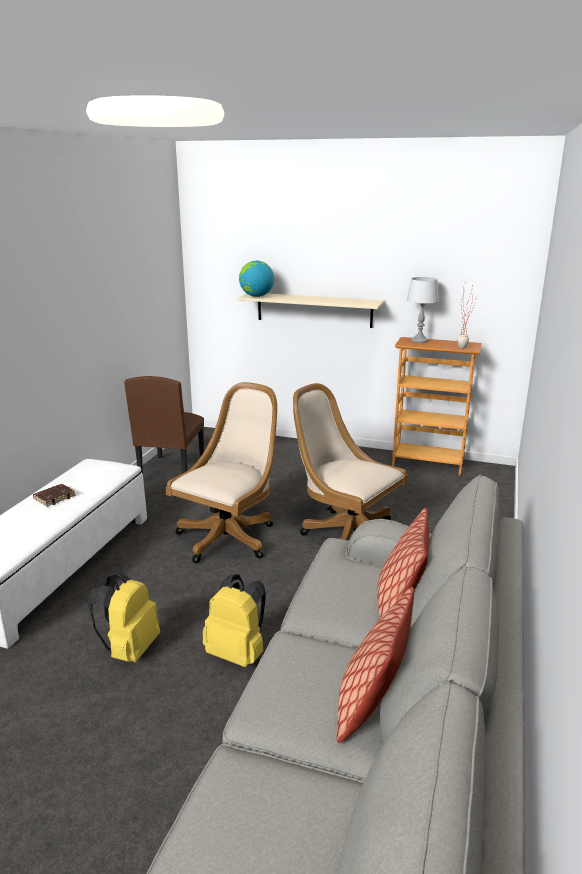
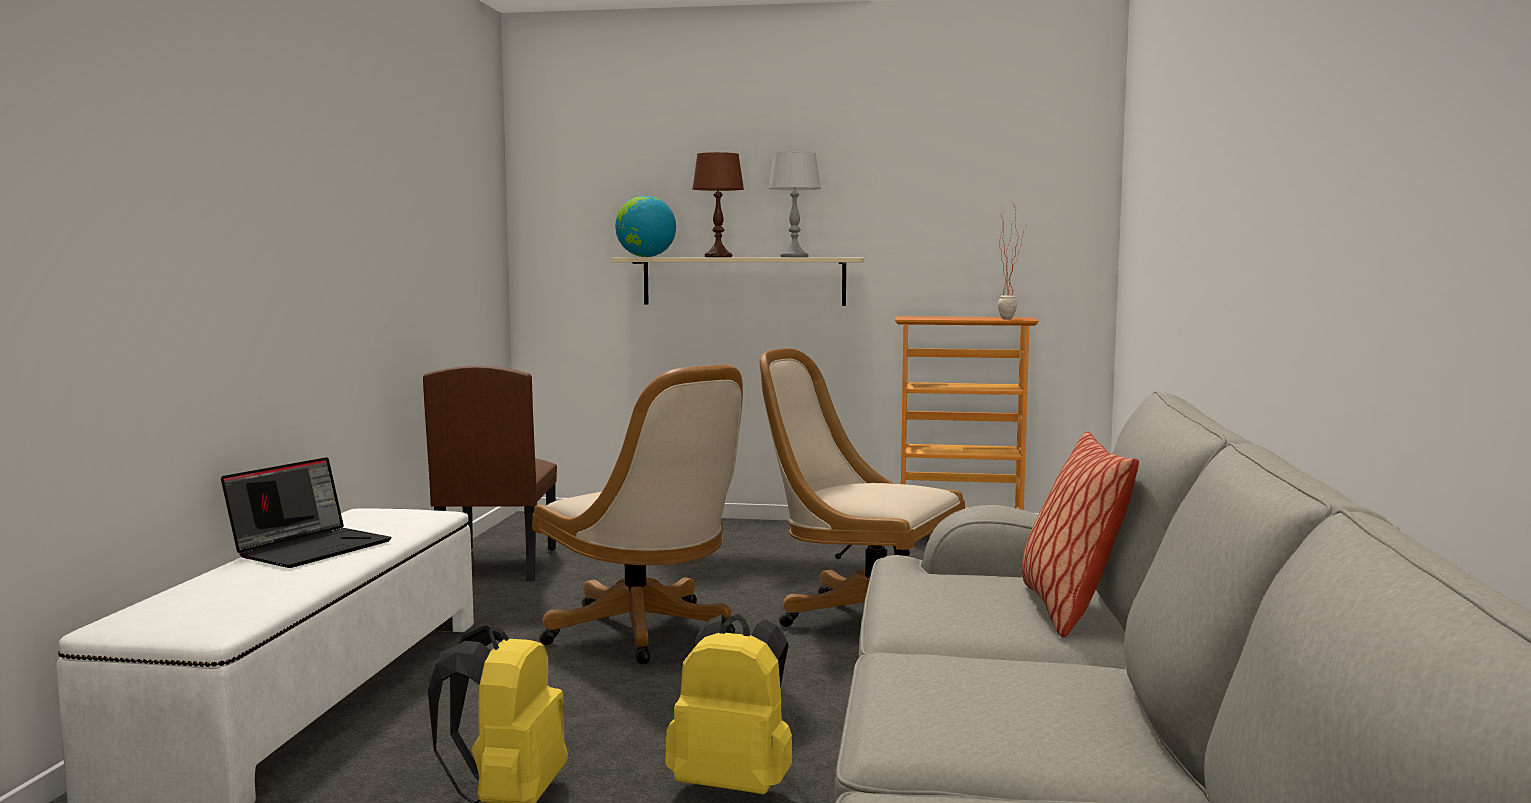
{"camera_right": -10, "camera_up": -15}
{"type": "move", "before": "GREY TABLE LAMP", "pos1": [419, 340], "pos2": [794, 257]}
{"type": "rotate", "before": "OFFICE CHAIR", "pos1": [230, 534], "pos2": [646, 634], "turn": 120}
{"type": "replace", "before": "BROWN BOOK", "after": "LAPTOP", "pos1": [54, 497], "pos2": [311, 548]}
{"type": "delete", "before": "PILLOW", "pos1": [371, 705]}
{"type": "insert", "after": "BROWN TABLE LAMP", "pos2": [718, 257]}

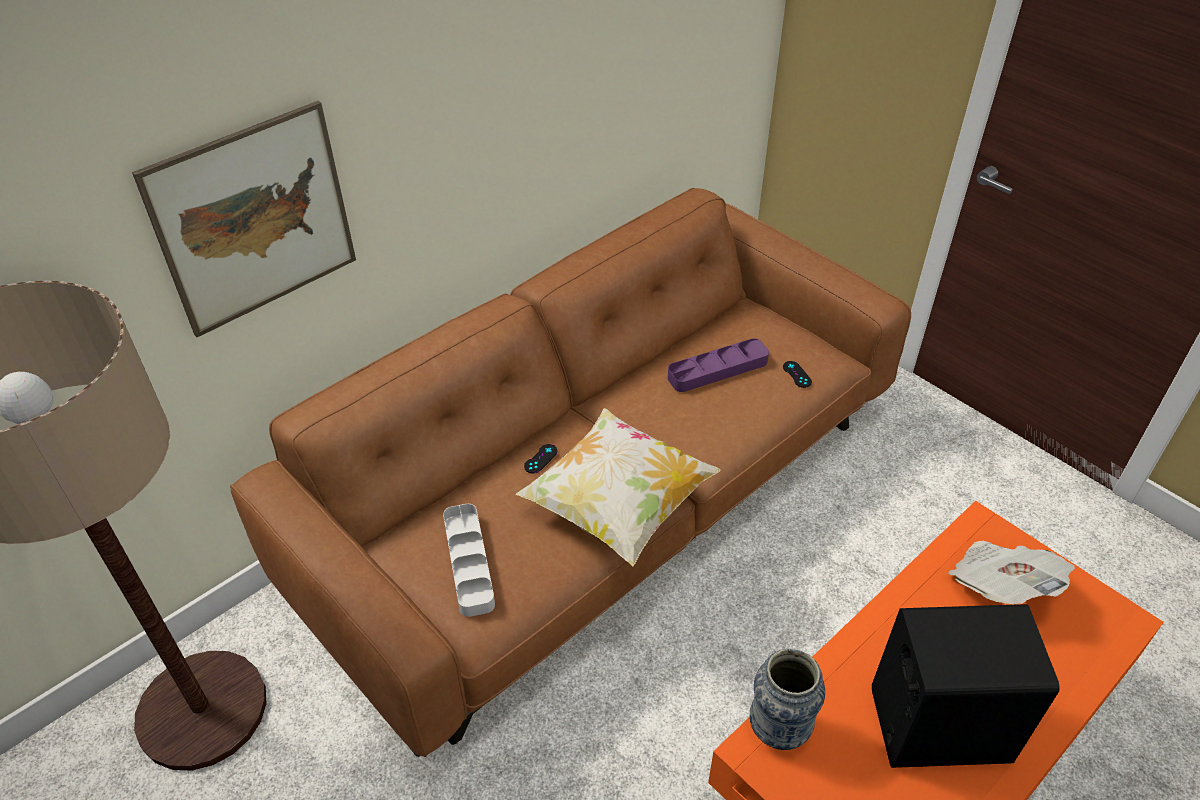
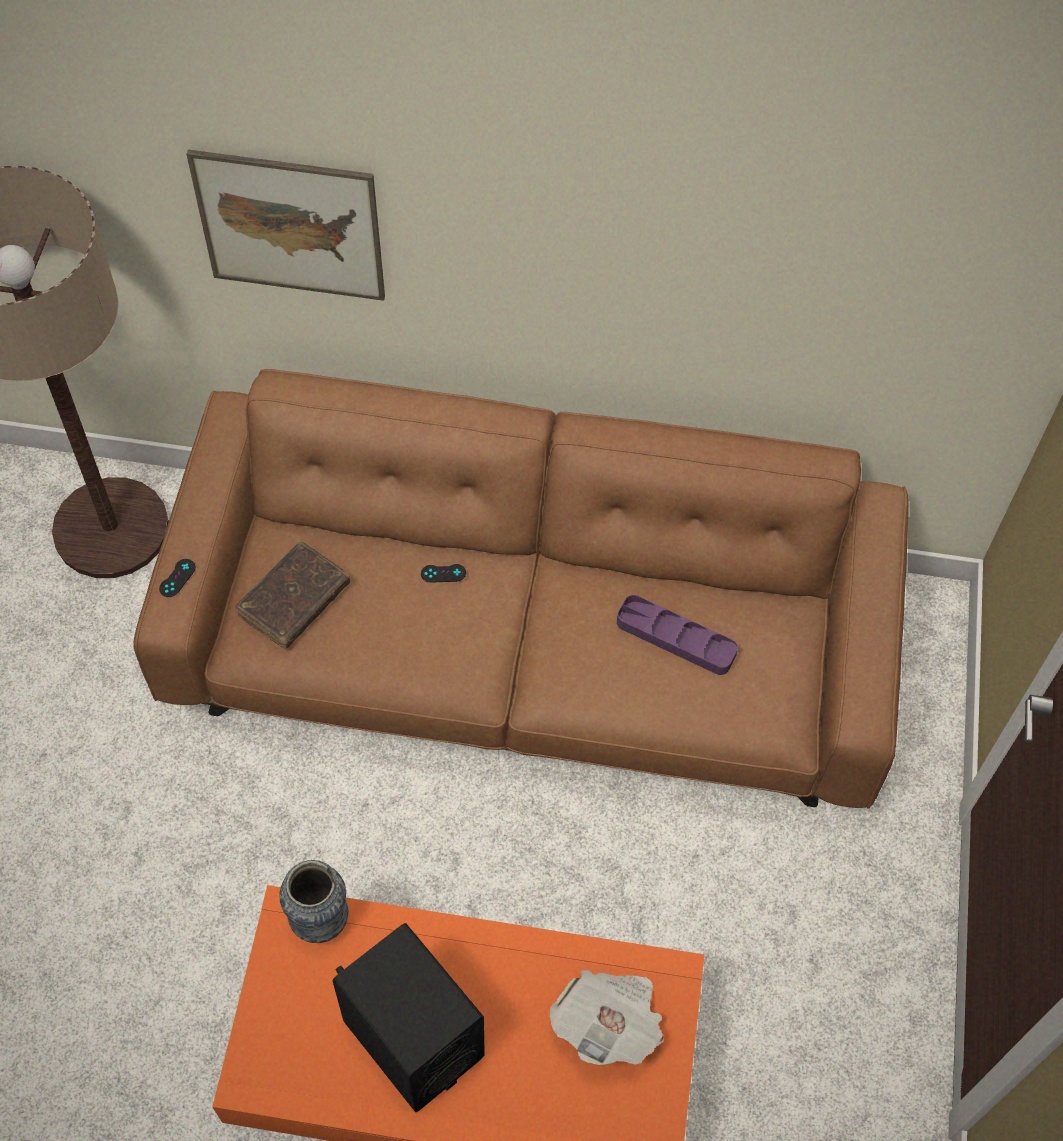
{"camera_right": 50, "camera_up": 15}
{"type": "move", "before": "BLACK GAME CONTROLLER", "pos1": [797, 374], "pos2": [177, 578]}
{"type": "delete", "before": "PILLOW", "pos1": [618, 505]}
{"type": "replace", "before": "GREY TRAY", "after": "BROWN BOOK", "pos1": [469, 563], "pos2": [294, 601]}

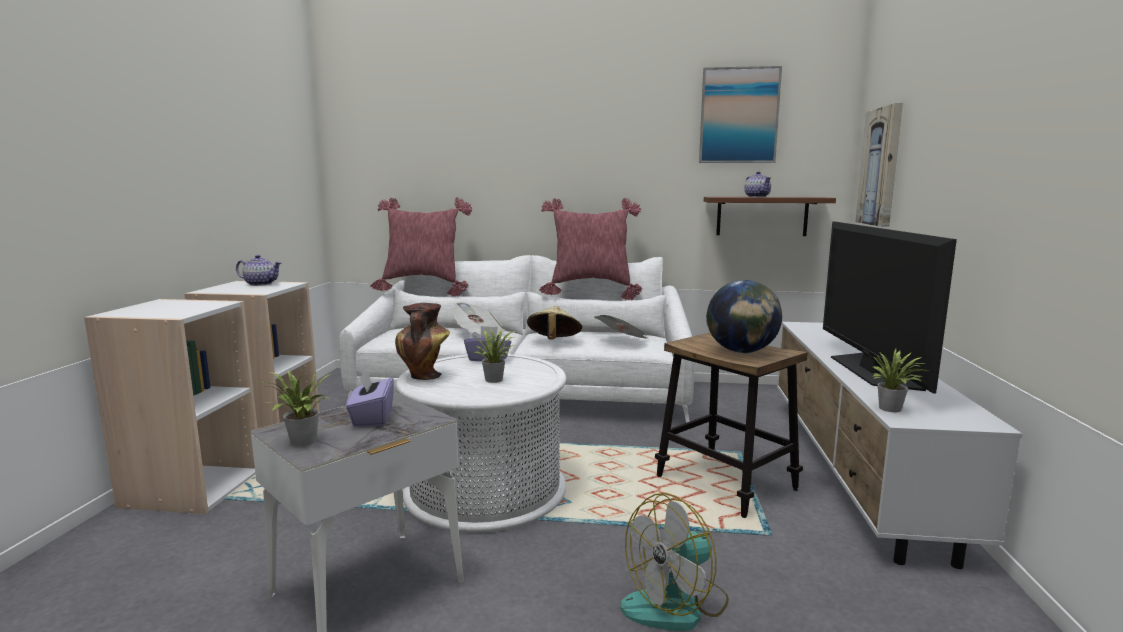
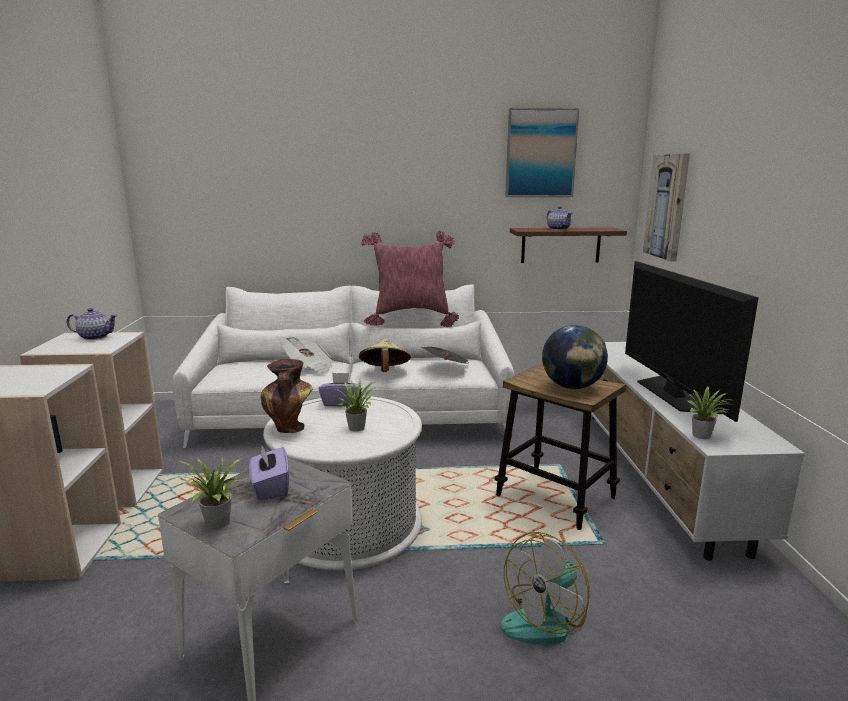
{"camera_right": -10, "camera_up": 5}
{"type": "delete", "before": "RED PILLOW", "pos1": [424, 293]}

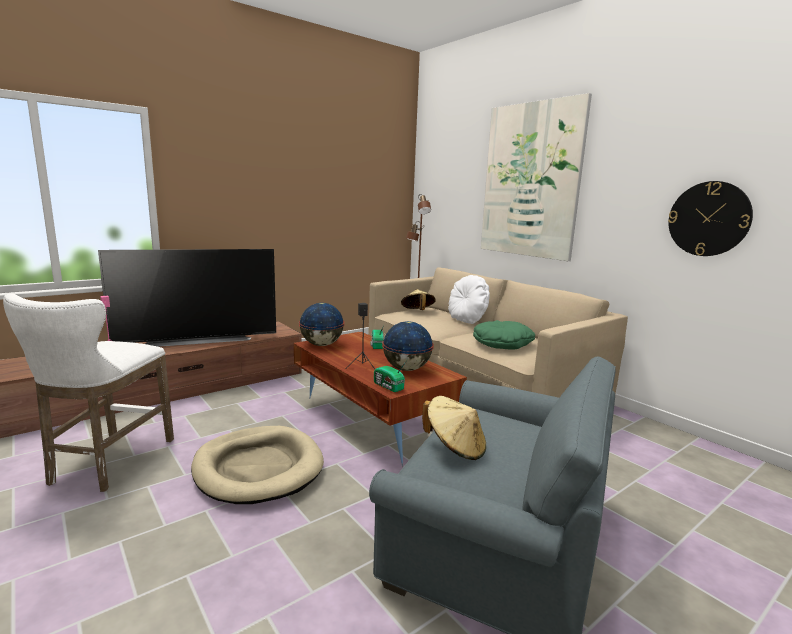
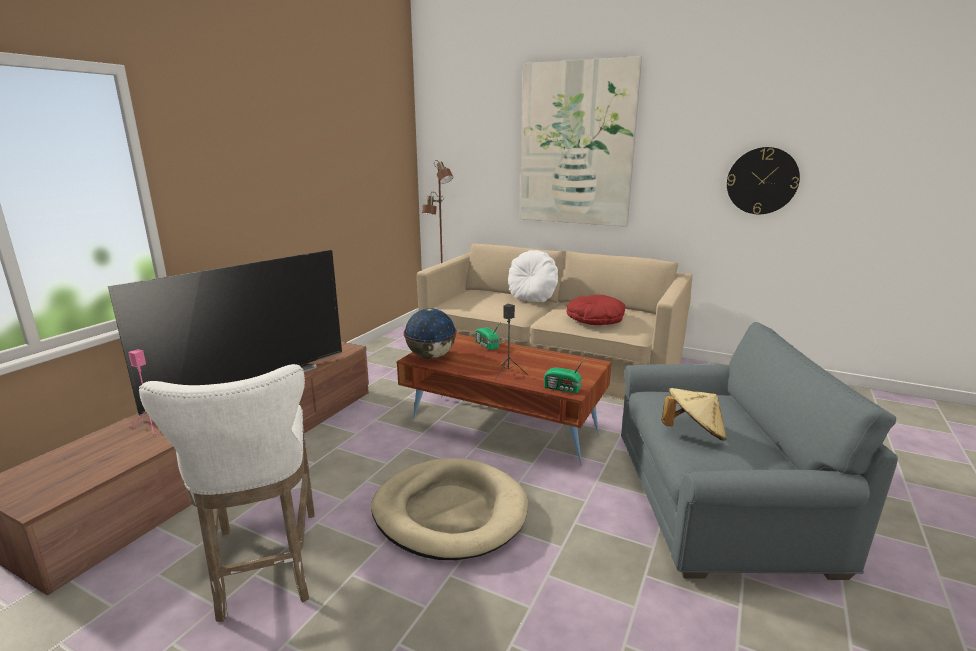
{"camera_right": -25, "camera_up": 5}
{"type": "delete", "before": "BEIGE HAT", "pos1": [417, 311]}
{"type": "recolor", "before": "GREEN PILLOW", "after": "RED PILLOW", "pos1": [501, 343], "pos2": [594, 319]}
{"type": "delete", "before": "GLOBE", "pos1": [406, 369]}

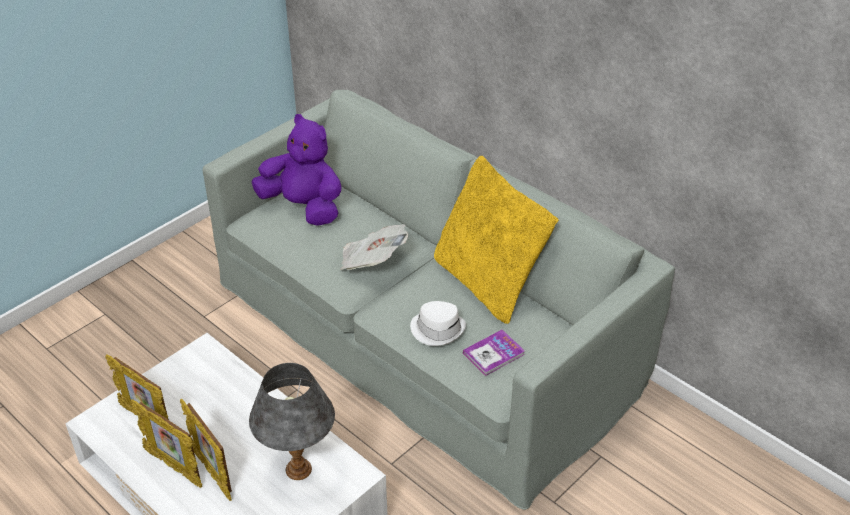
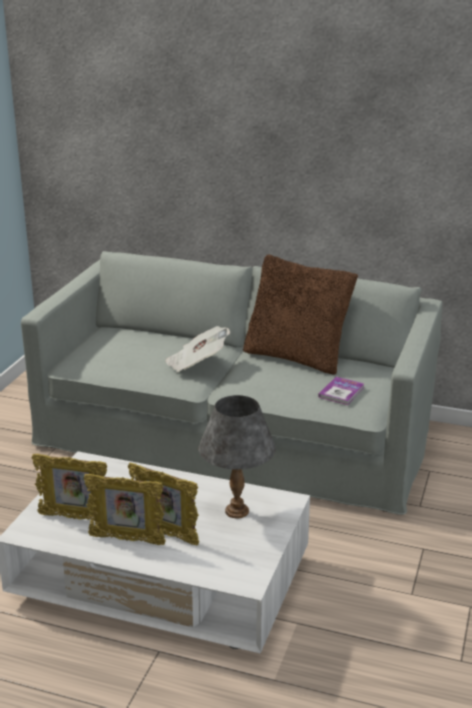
{"camera_right": -25, "camera_up": -15}
{"type": "delete", "before": "PURPLE PLUSH TOY", "pos1": [303, 207]}
{"type": "recolor", "before": "YELLOW PILLOW", "after": "BROWN PILLOW", "pos1": [488, 280], "pos2": [297, 355]}
{"type": "delete", "before": "WHITE HAT", "pos1": [438, 329]}

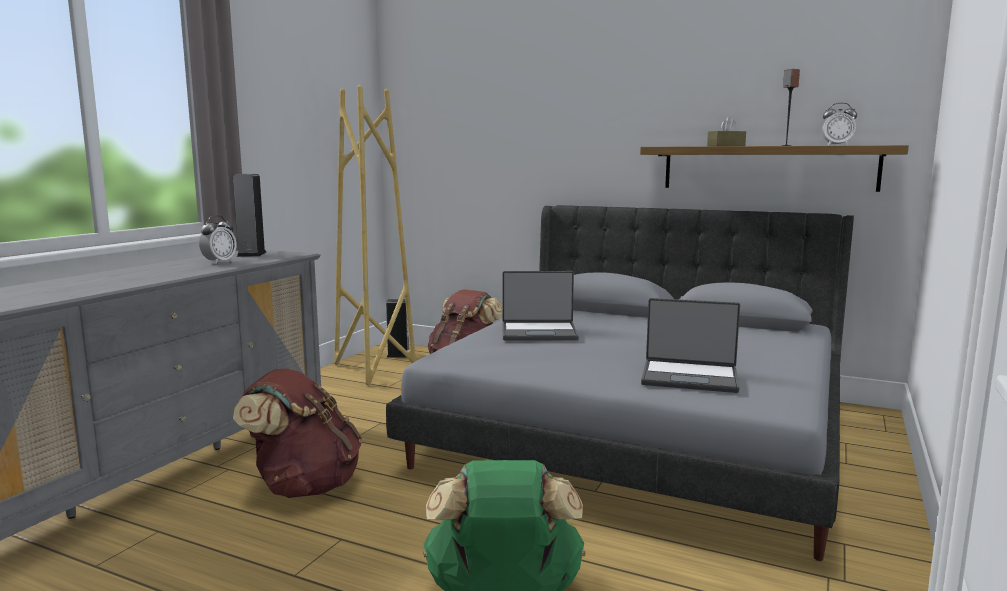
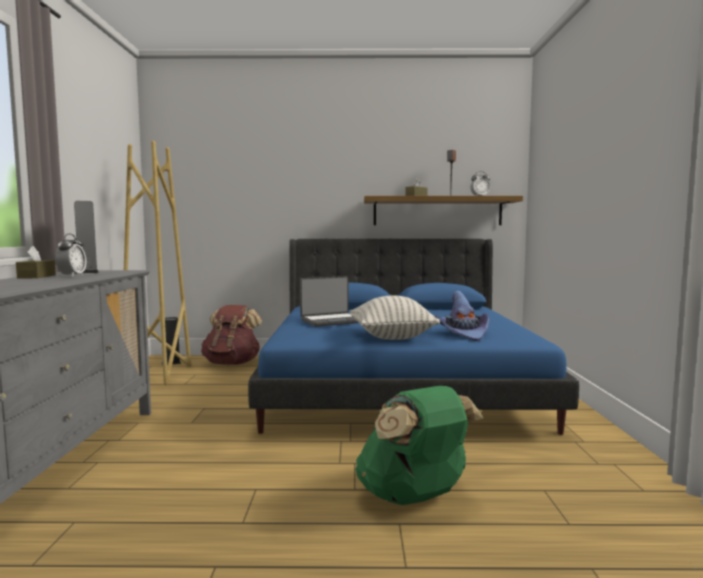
{"camera_right": -25, "camera_up": -5}
{"type": "recolor", "before": "GREY BED", "after": "BLUE BED", "pos1": [640, 435], "pos2": [397, 388]}
{"type": "replace", "before": "LAPTOP", "after": "PURPLE HAT", "pos1": [689, 377], "pos2": [462, 333]}
{"type": "delete", "before": "BROWN BACKPACK", "pos1": [304, 487]}
{"type": "insert", "after": "BROWN TISSUE BOX", "pos2": [37, 276]}
{"type": "insert", "after": "PILLOW", "pos2": [391, 337]}

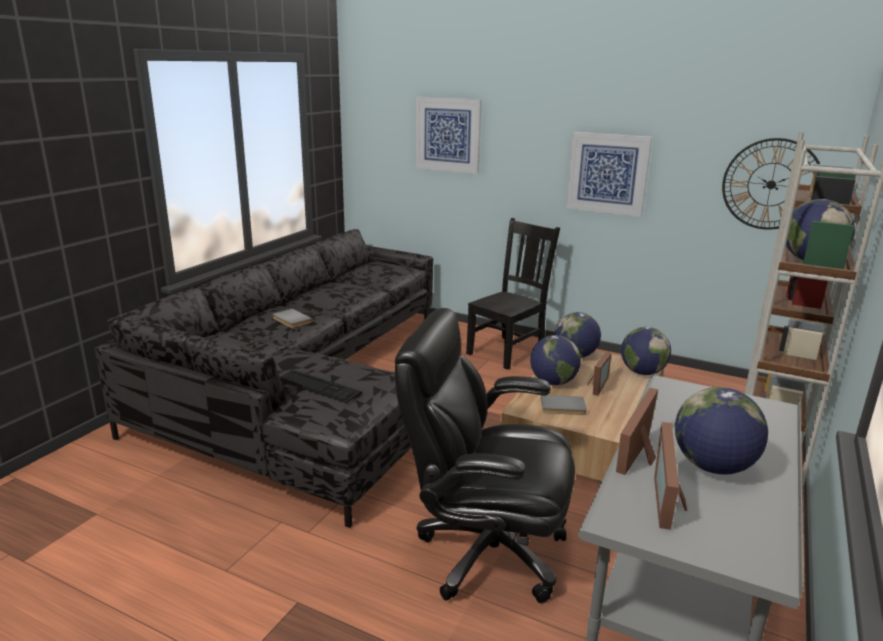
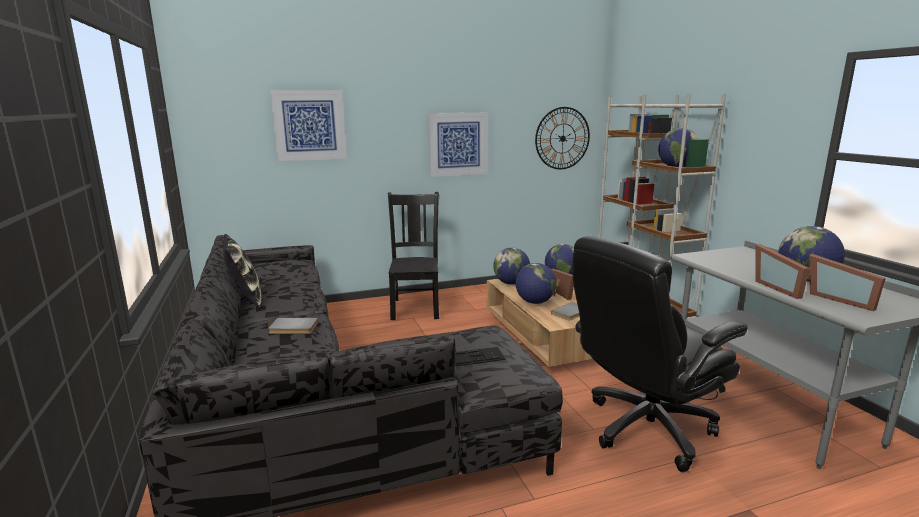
{"camera_right": -45, "camera_up": -5}
{"type": "insert", "after": "PILLOW", "pos2": [246, 299]}

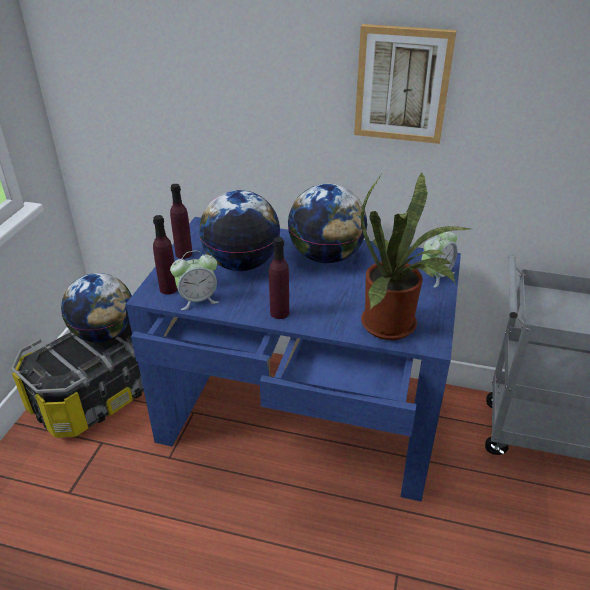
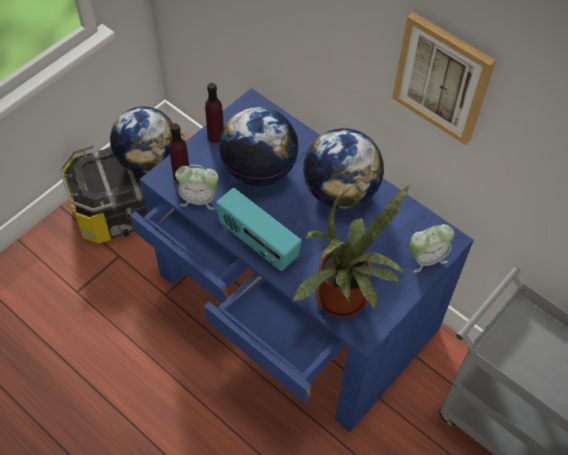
{"camera_right": 25, "camera_up": 20}
{"type": "replace", "before": "PURPLE BOTTLE", "after": "RADIO", "pos1": [279, 313], "pos2": [258, 243]}

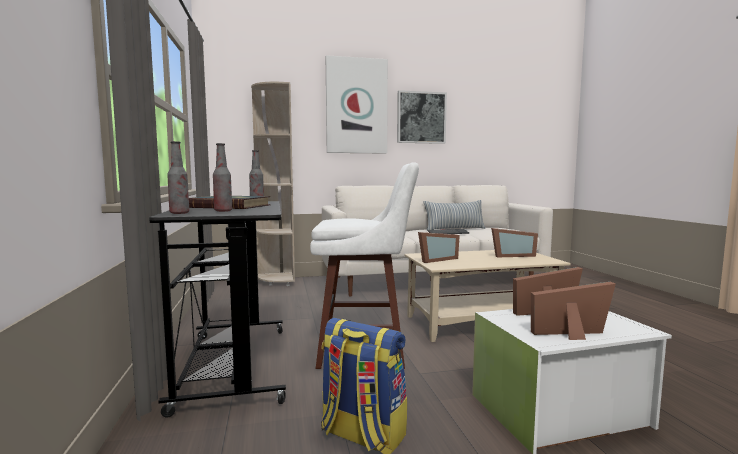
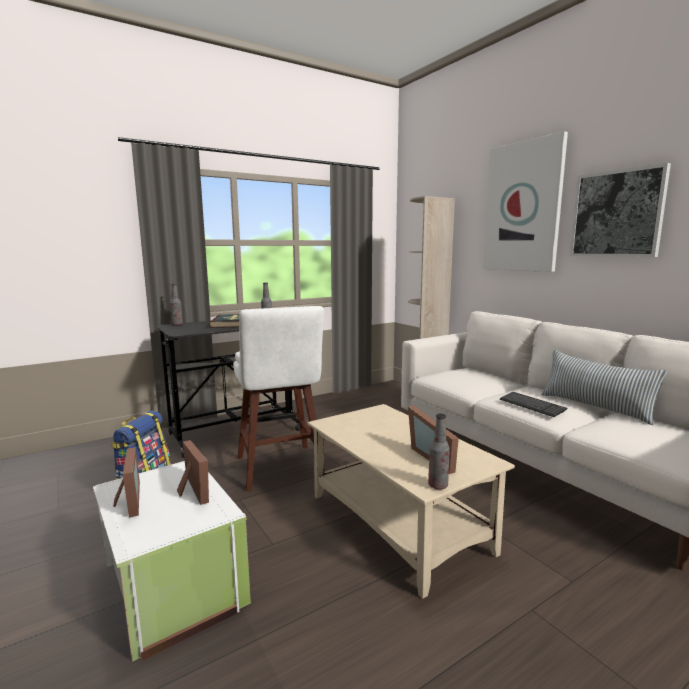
{"camera_right": 70, "camera_up": 5}
{"type": "move", "before": "BOTTLE", "pos1": [223, 211], "pos2": [438, 485]}
{"type": "delete", "before": "PICTURE FRAME", "pos1": [435, 259]}

